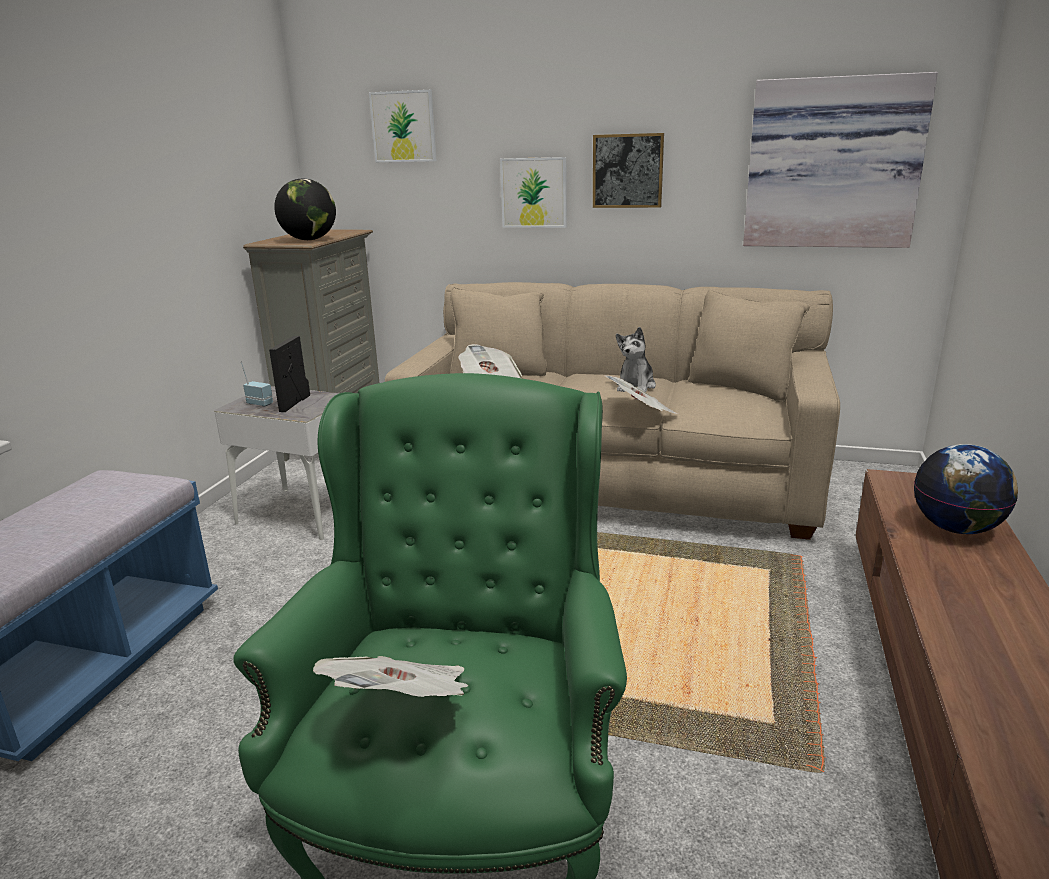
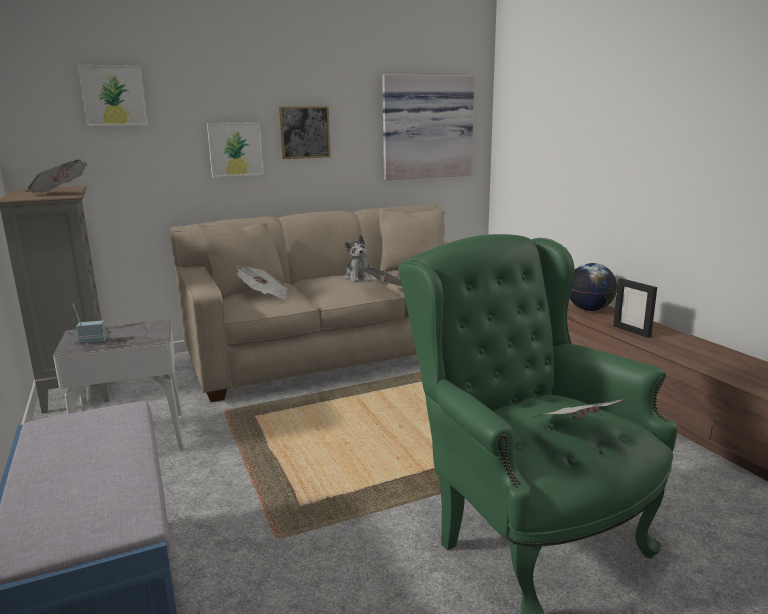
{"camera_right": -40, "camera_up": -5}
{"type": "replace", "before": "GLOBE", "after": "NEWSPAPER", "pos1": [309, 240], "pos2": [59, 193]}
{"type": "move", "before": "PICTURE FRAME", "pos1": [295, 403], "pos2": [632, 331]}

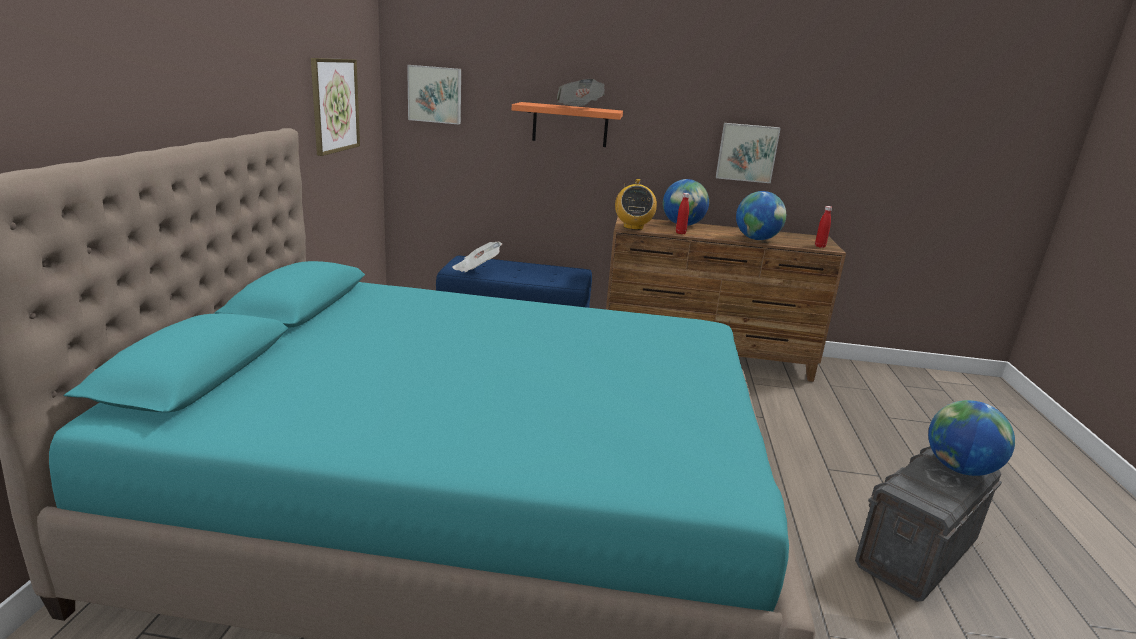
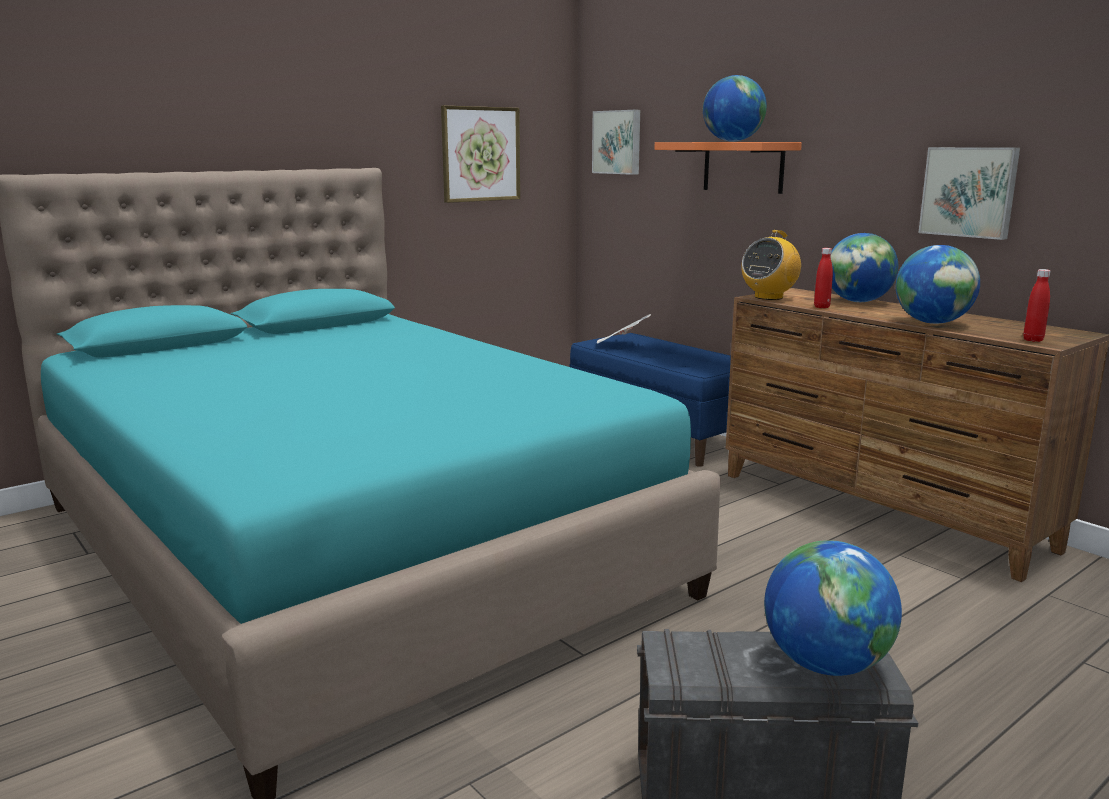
{"camera_right": 45, "camera_up": -5}
{"type": "replace", "before": "NEWSPAPER", "after": "GLOBE", "pos1": [579, 108], "pos2": [732, 141]}

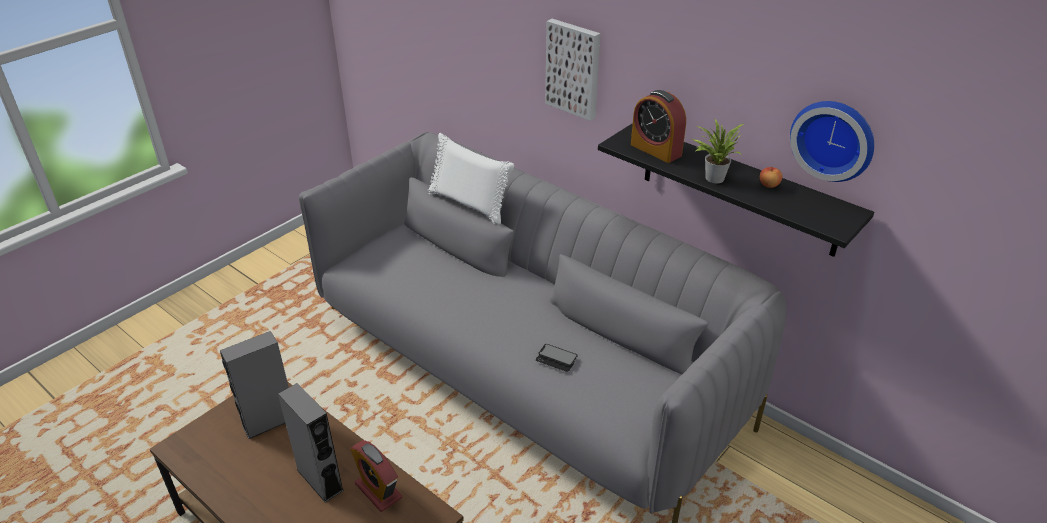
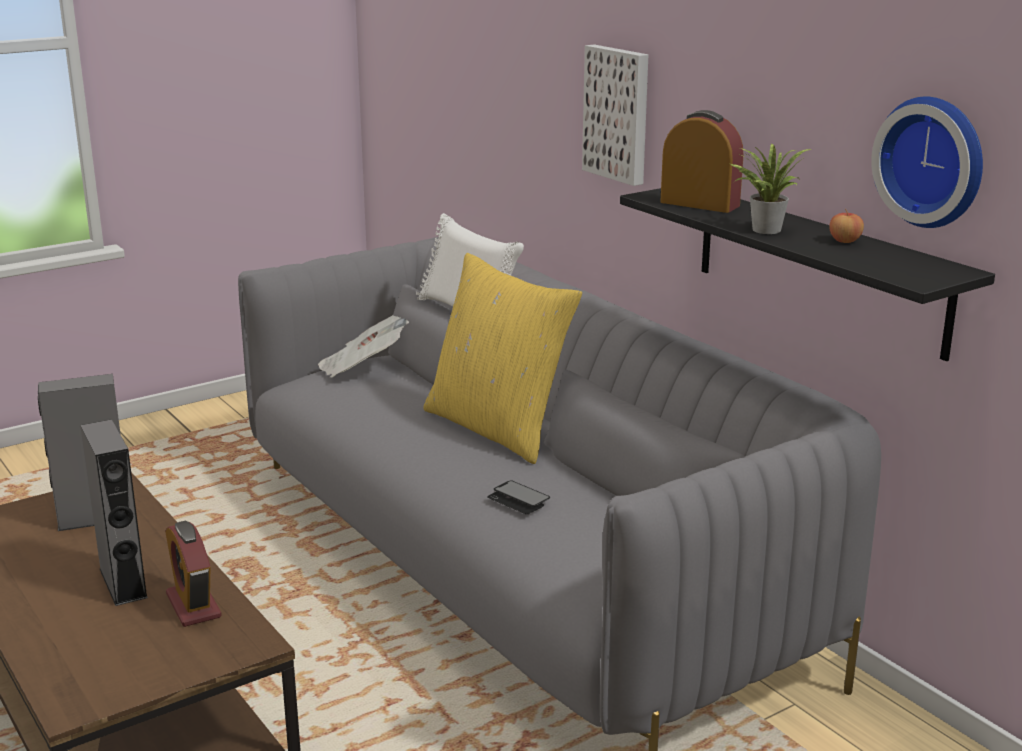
{"camera_right": 15, "camera_up": -15}
{"type": "rotate", "before": "ALARM CLOCK", "pos1": [656, 150], "pos2": [699, 204], "turn": 150}
{"type": "insert", "after": "YELLOW PILLOW", "pos2": [498, 428]}
{"type": "insert", "after": "NEWSPAPER", "pos2": [363, 369]}

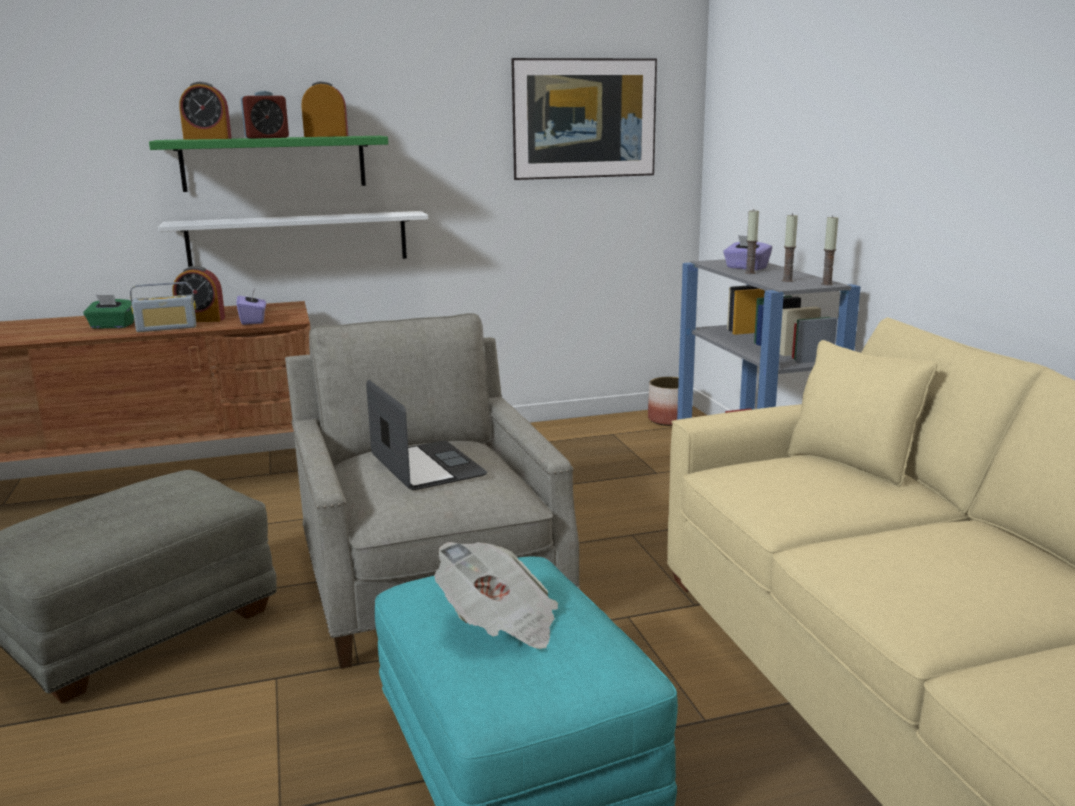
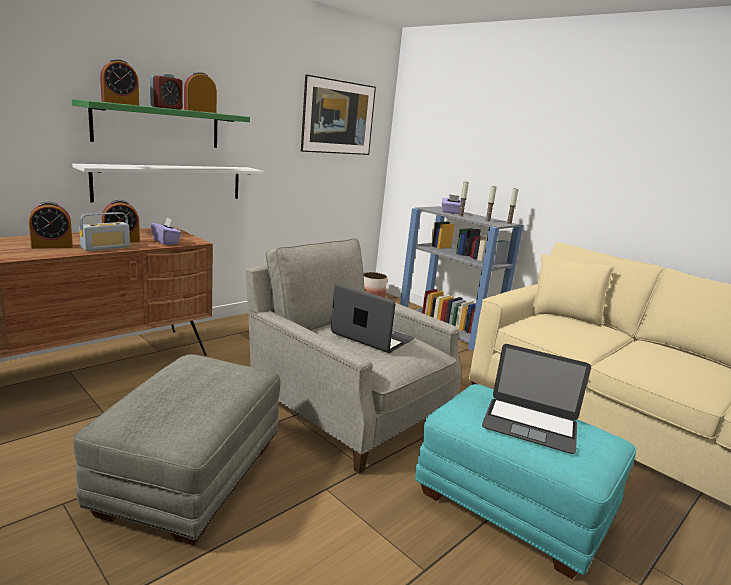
{"camera_right": -30, "camera_up": 0}
{"type": "replace", "before": "GREEN TISSUE BOX", "after": "ALARM CLOCK", "pos1": [112, 326], "pos2": [52, 246]}
{"type": "replace", "before": "NEWSPAPER", "after": "LAPTOP", "pos1": [500, 623], "pos2": [530, 424]}

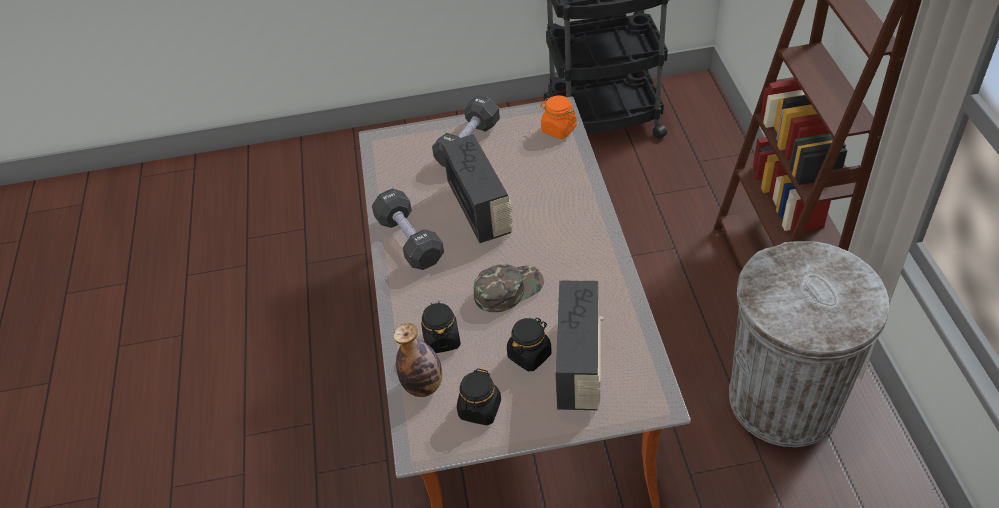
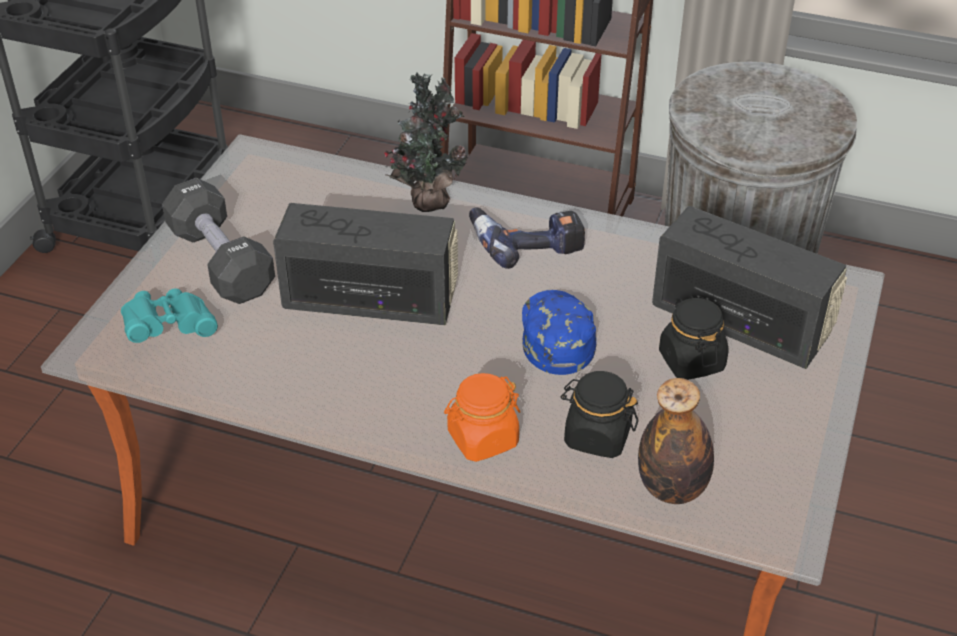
{"camera_right": -65, "camera_up": -5}
{"type": "move", "before": "ORANGE JAR", "pos1": [558, 129], "pos2": [482, 439]}
{"type": "delete", "before": "BLACK DUMBBELL", "pos1": [409, 240]}
{"type": "recolor", "before": "GREEN CAP", "after": "BLUE CAP", "pos1": [508, 289], "pos2": [555, 334]}
{"type": "delete", "before": "BLACK JAR", "pos1": [480, 409]}
{"type": "insert", "after": "POTTED PLANT", "pos2": [427, 200]}
{"type": "insert", "after": "POWER DRILL", "pos2": [526, 242]}
{"type": "insert", "after": "TURQUOISE BINOCULARS", "pos2": [169, 328]}

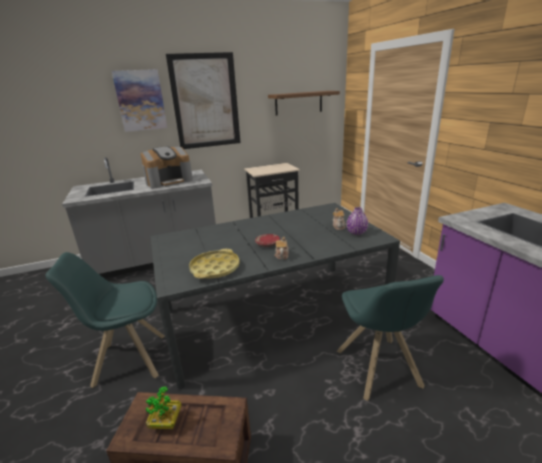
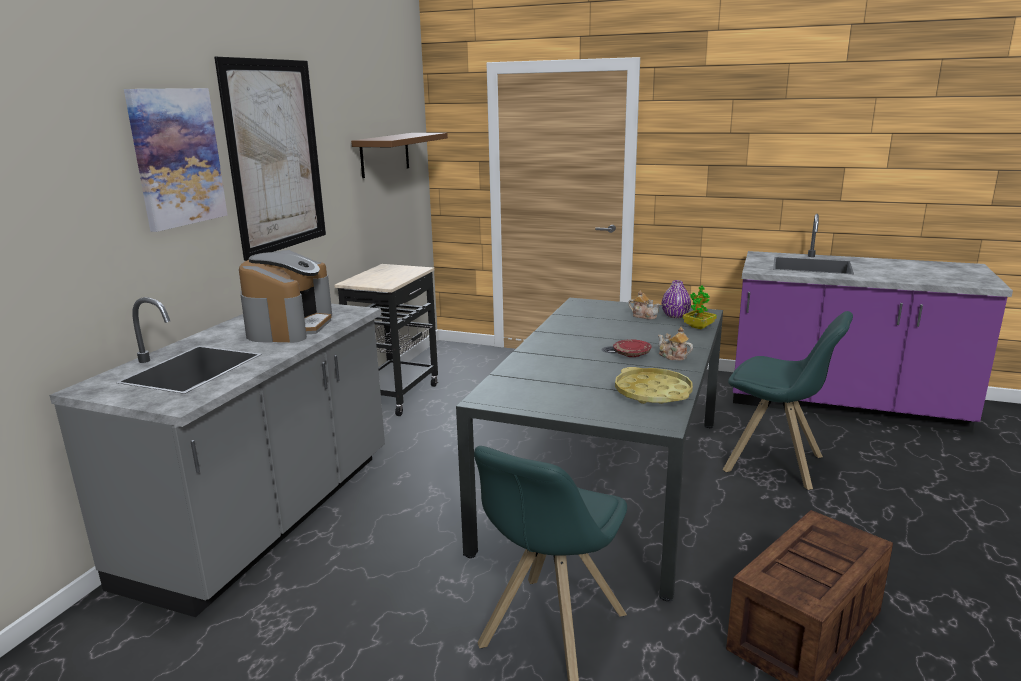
{"camera_right": -50, "camera_up": -5}
{"type": "move", "before": "POTTED PLANT", "pos1": [166, 421], "pos2": [698, 327]}

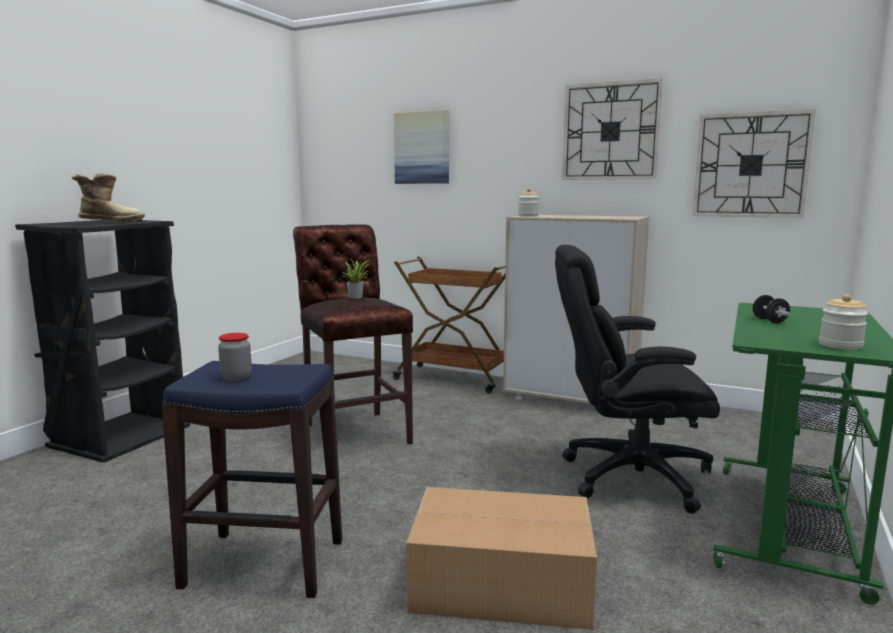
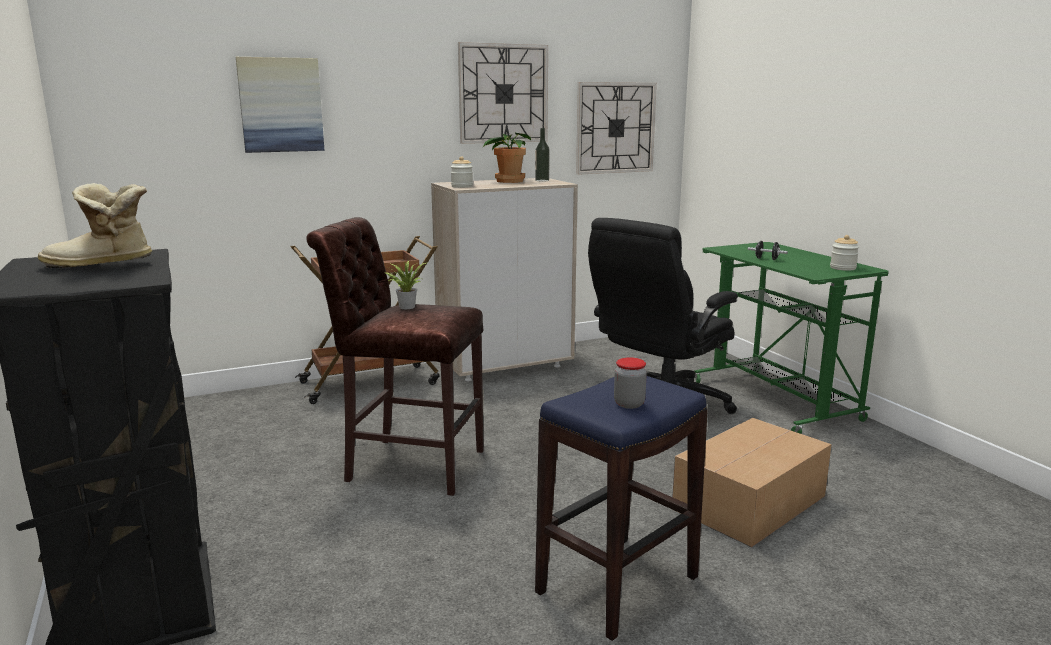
{"camera_right": -50, "camera_up": 5}
{"type": "rotate", "before": "BOOT", "pos1": [110, 221], "pos2": [101, 265], "turn": -135}
{"type": "insert", "after": "BOTTLE", "pos2": [542, 180]}
{"type": "insert", "after": "POTTED PLANT", "pos2": [508, 181]}

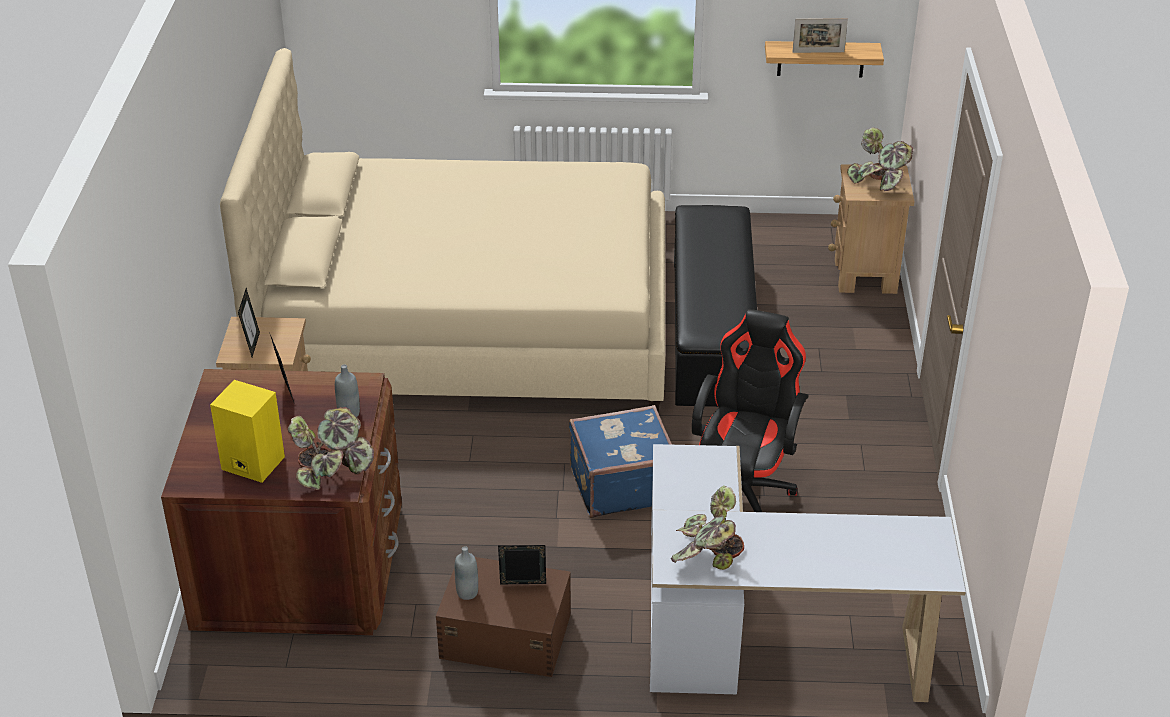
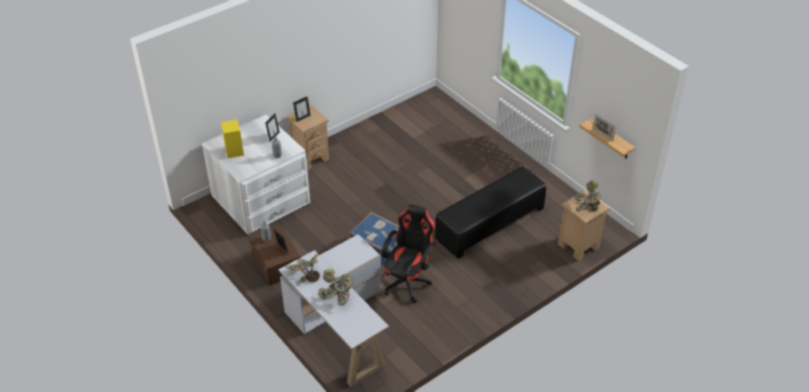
{"camera_right": 50, "camera_up": 5}
{"type": "delete", "before": "BEIGE BED", "pos1": [466, 324]}
{"type": "rotate", "before": "BLACK OFFICE CHAIR", "pos1": [743, 491], "pos2": [408, 281], "turn": -45}
{"type": "recolor", "before": "BROWN DRESSER", "after": "WHITE DRESSER", "pos1": [299, 564], "pos2": [261, 199]}
{"type": "move", "before": "POTTED PLANT", "pos1": [332, 469], "pos2": [337, 296]}

